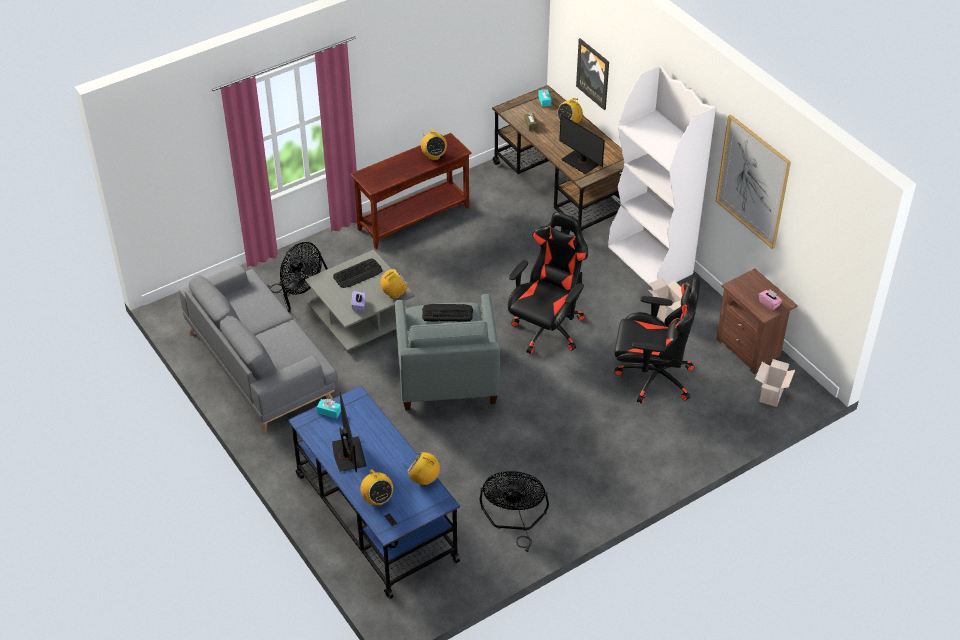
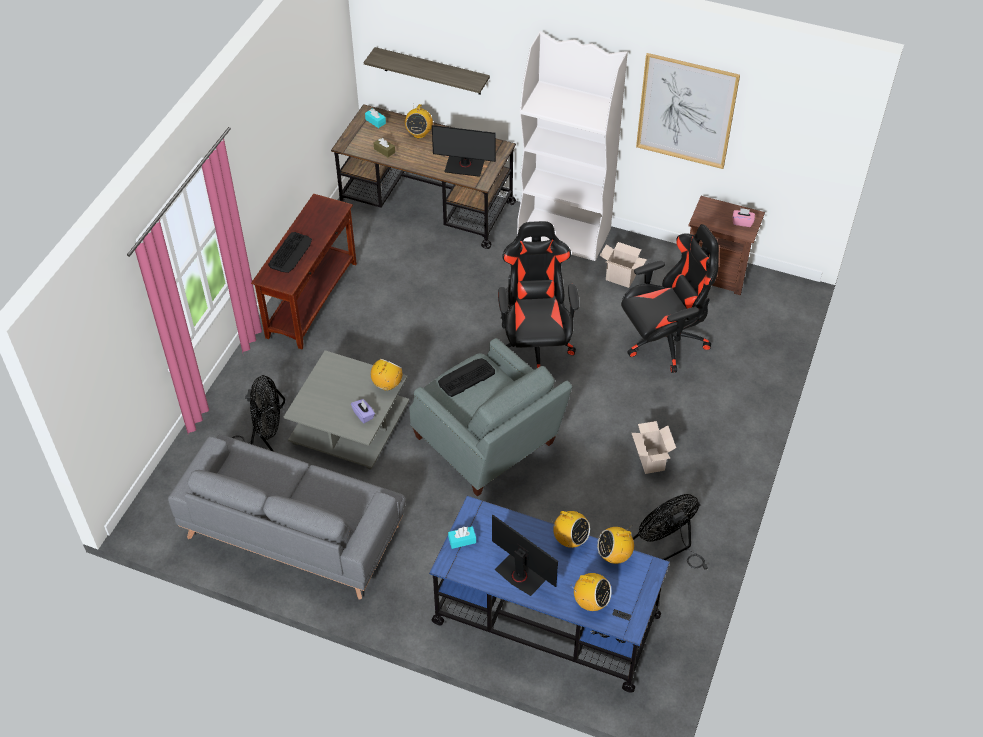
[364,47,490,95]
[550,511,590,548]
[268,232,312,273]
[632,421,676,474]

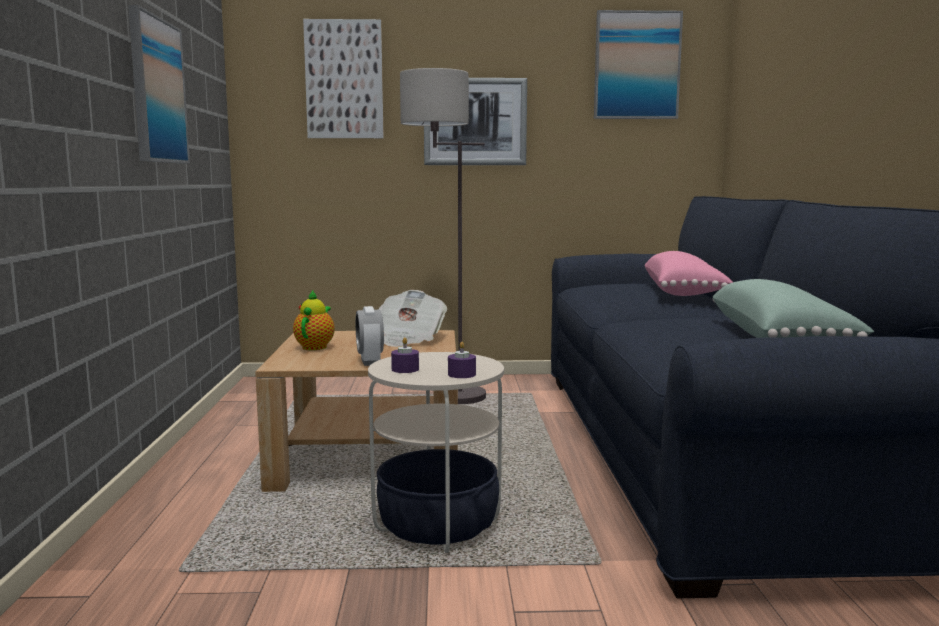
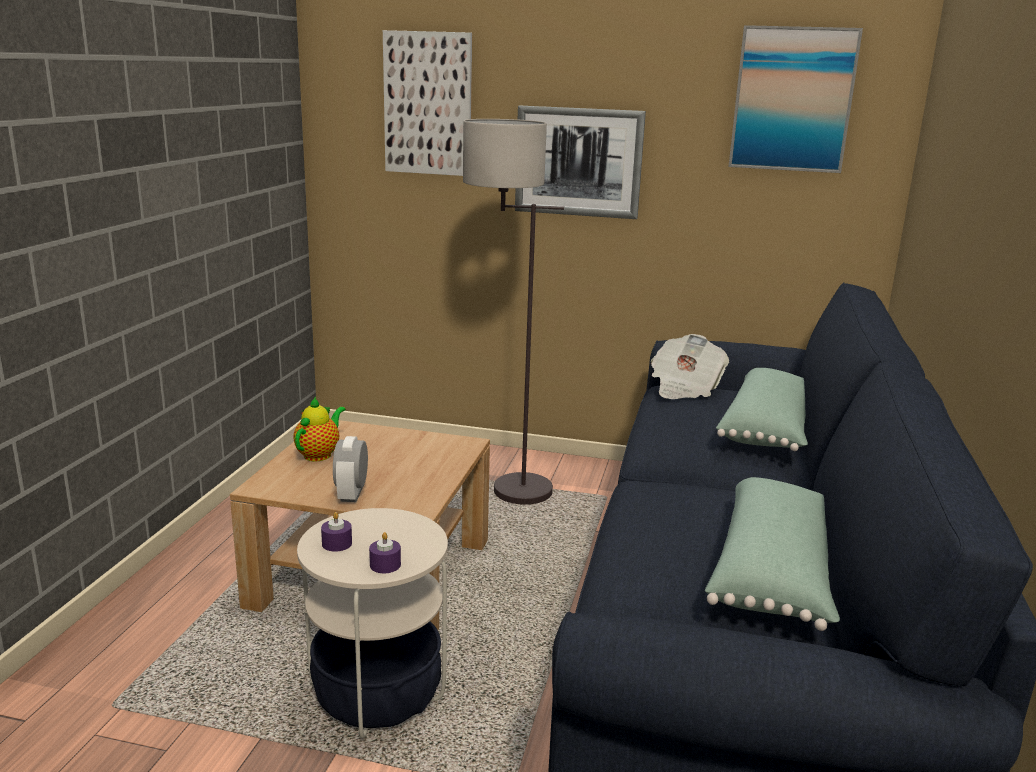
[128,5,190,164] (first image)
[716,368,808,451]
[651,334,729,399]

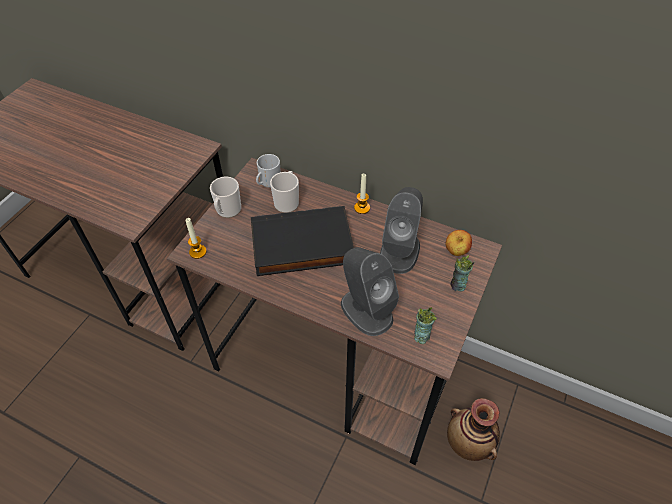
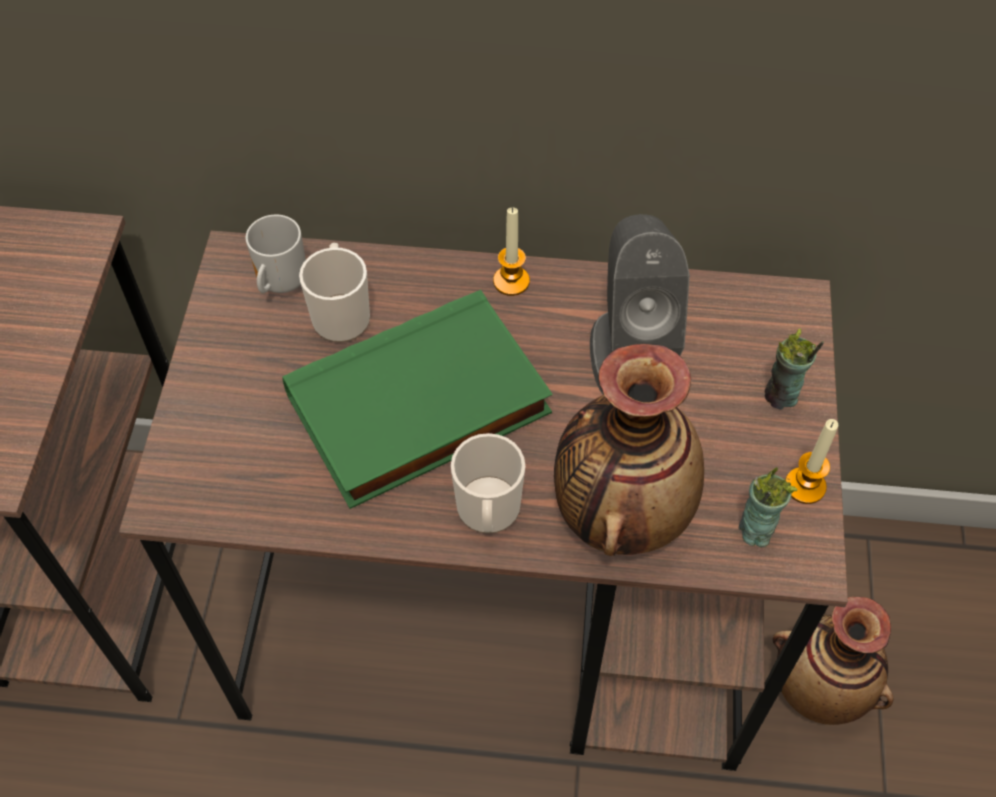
[451,433,525,534]
[282,290,553,509]
[785,419,838,504]
[446,230,472,256] (first image)
[554,344,704,556]

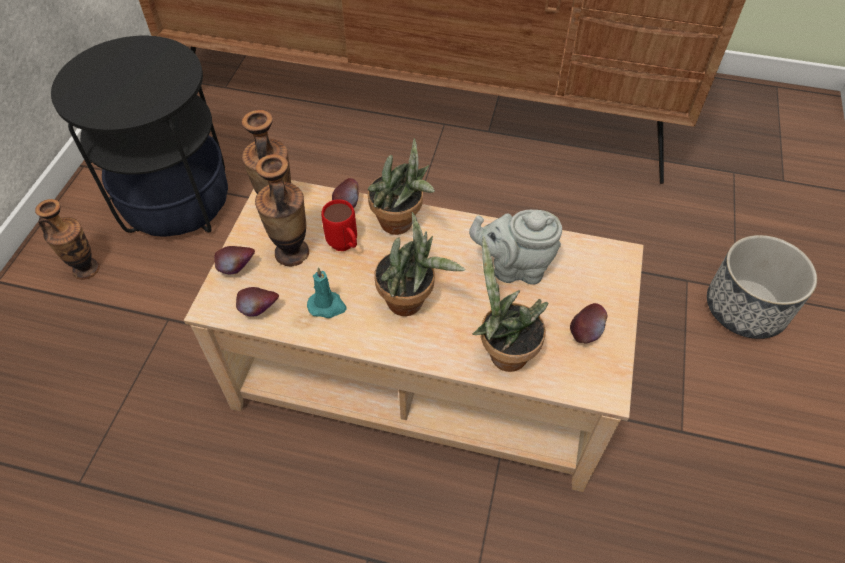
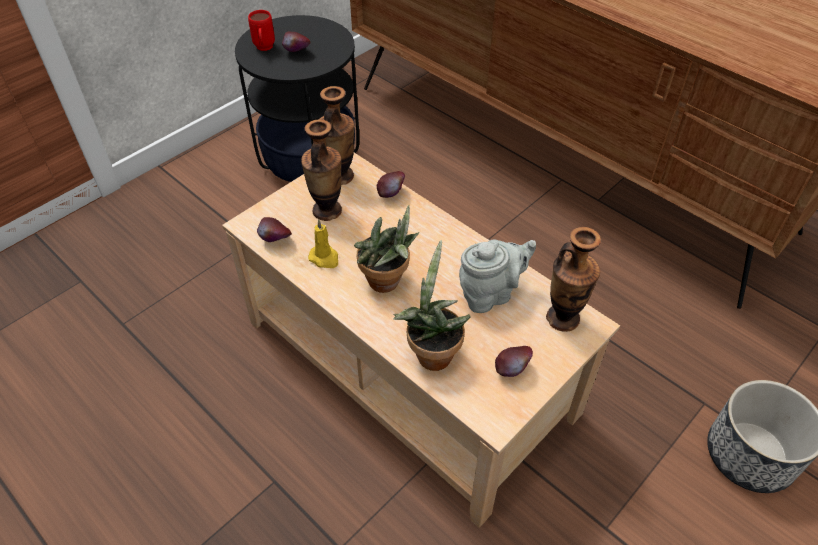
[368,138,435,235] (first image)
[546,227,601,332]
[248,10,275,51]
[459,239,536,313]
[282,32,310,52]
[308,219,338,268]

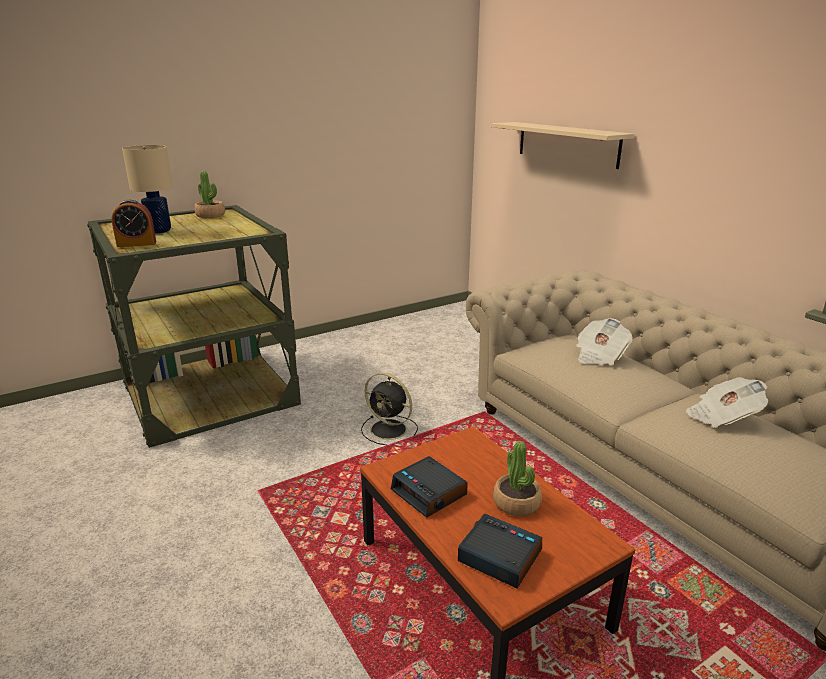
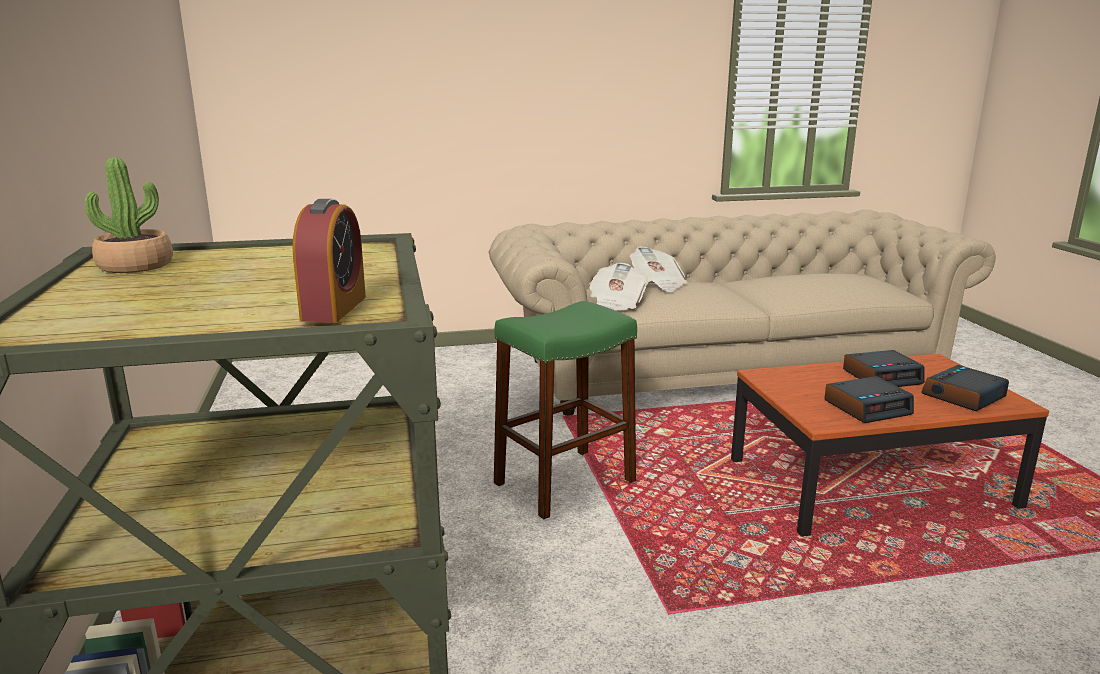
[491,122,635,169] (first image)
[122,145,173,234] (first image)
[494,301,637,519]
[589,263,648,311]
[843,350,925,387]

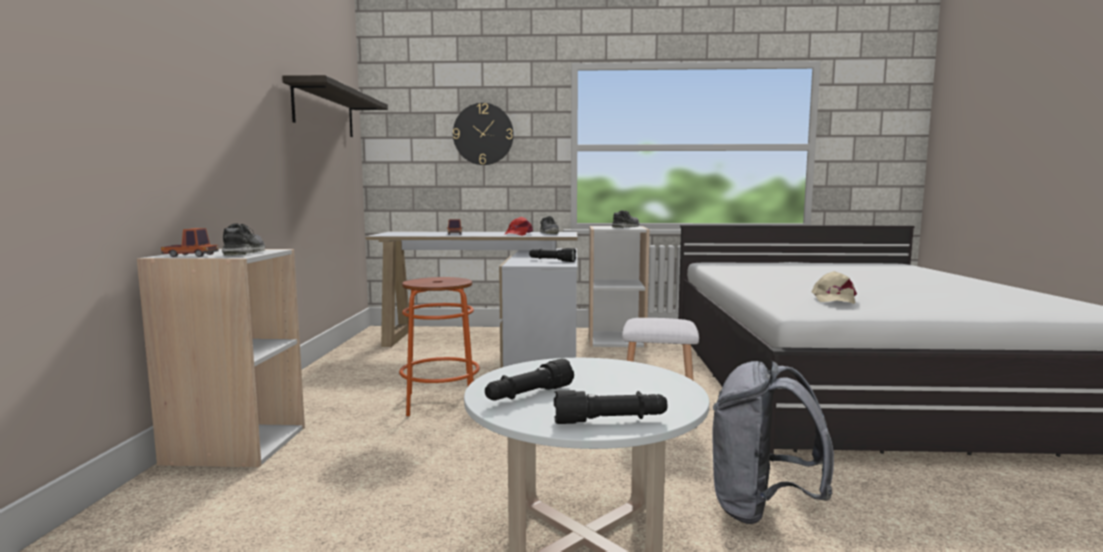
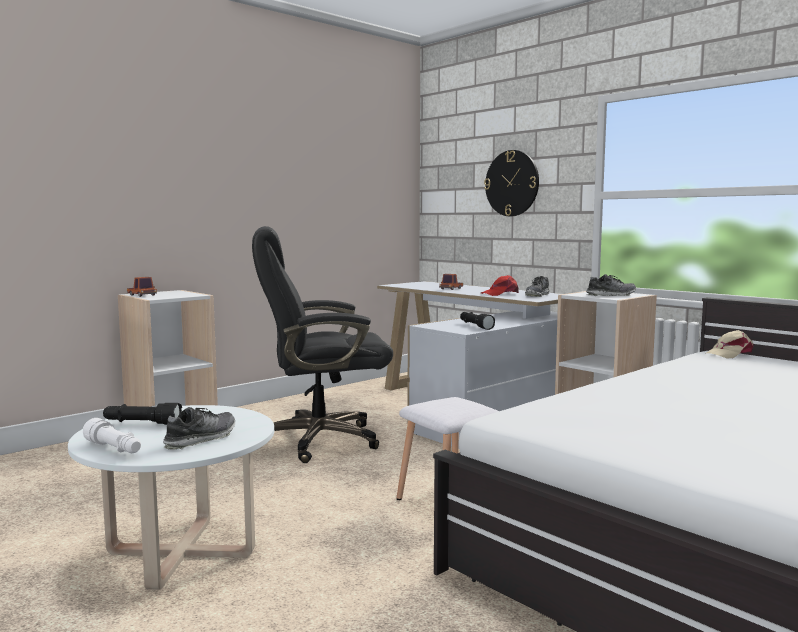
[282,75,388,137] (first image)
[163,407,235,450]
[707,330,754,359]
[252,226,393,463]
[712,361,834,524] (first image)
[83,418,141,453]

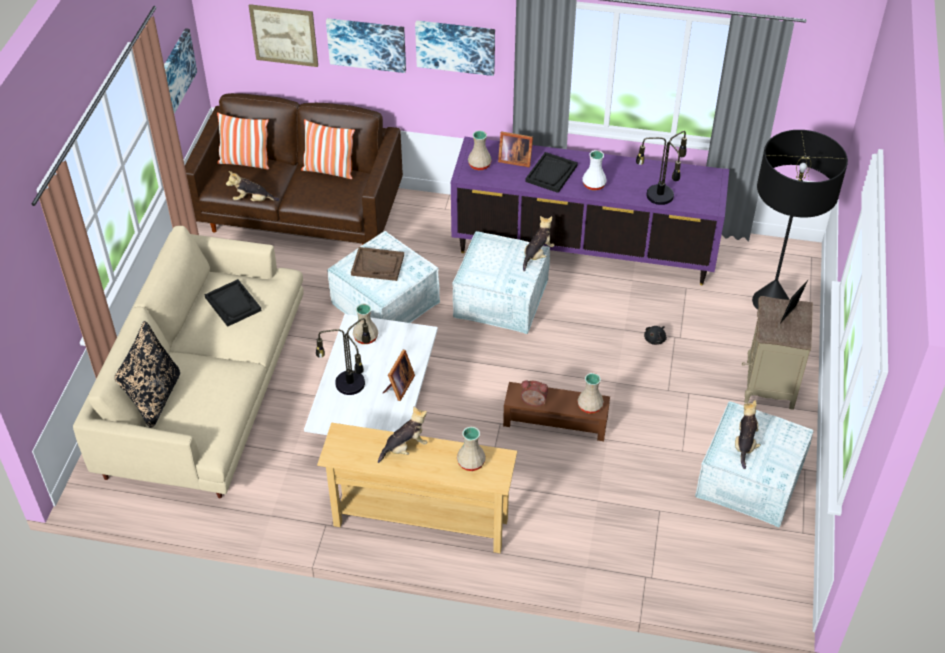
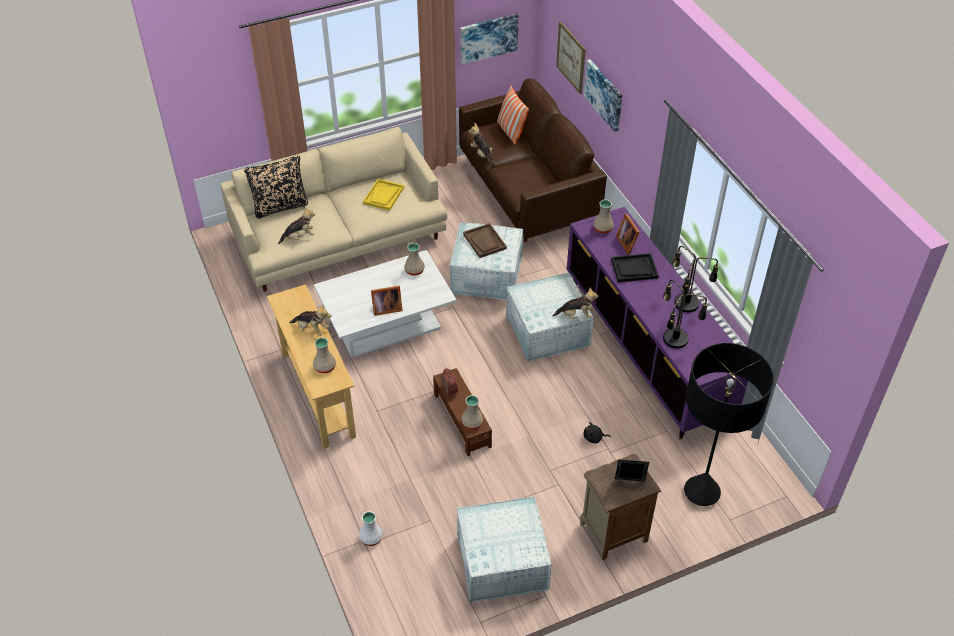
[415,20,495,76] (first image)
[301,119,355,179] (first image)
[359,511,383,546]
[363,179,404,211]
[672,246,719,312]
[278,207,315,244]

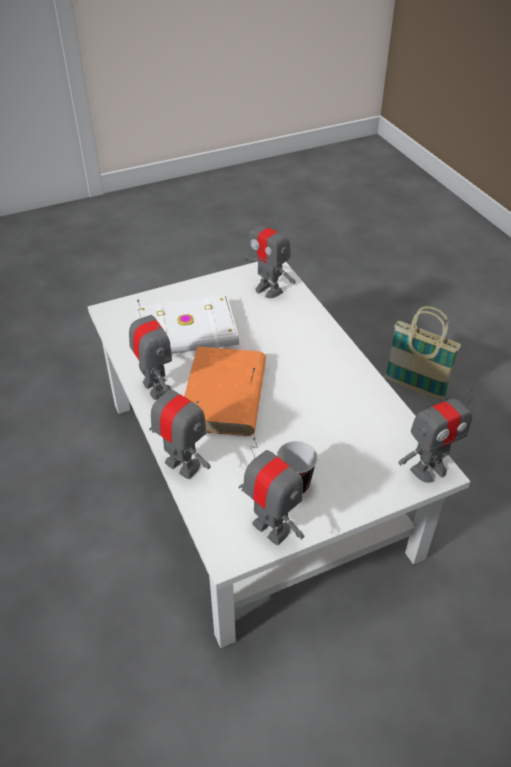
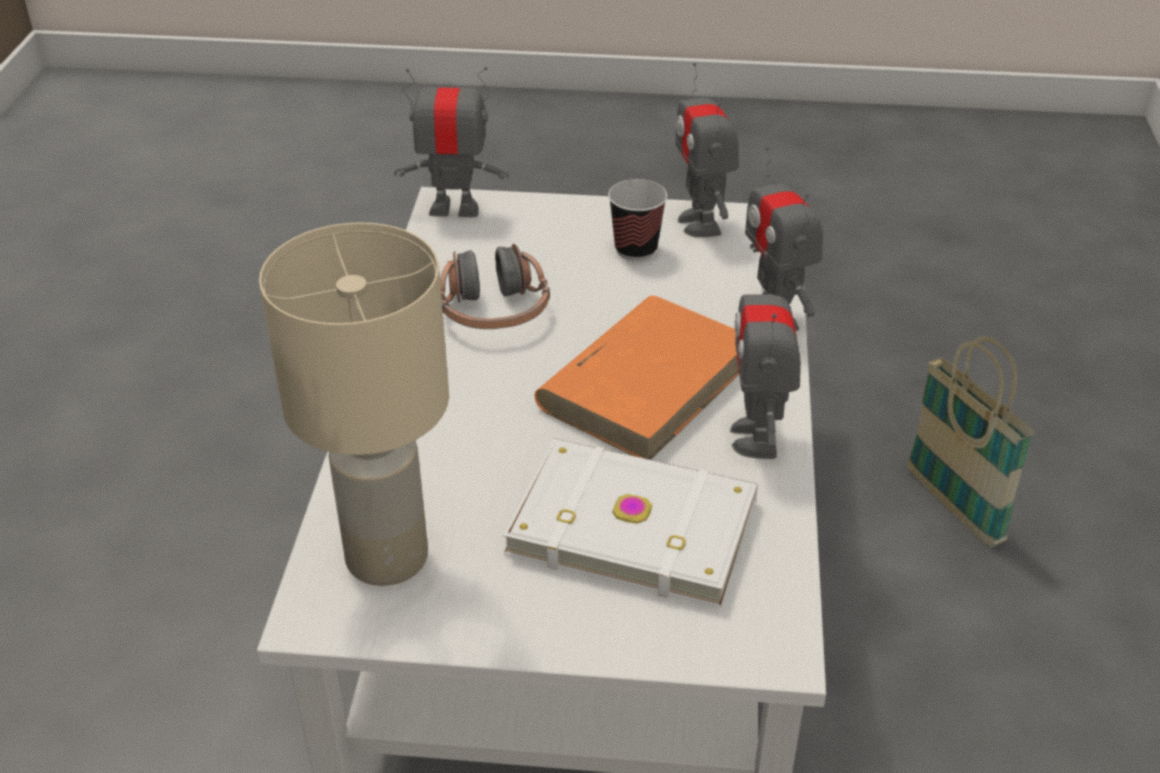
[259,222,449,586]
[907,336,1035,547]
[440,244,550,329]

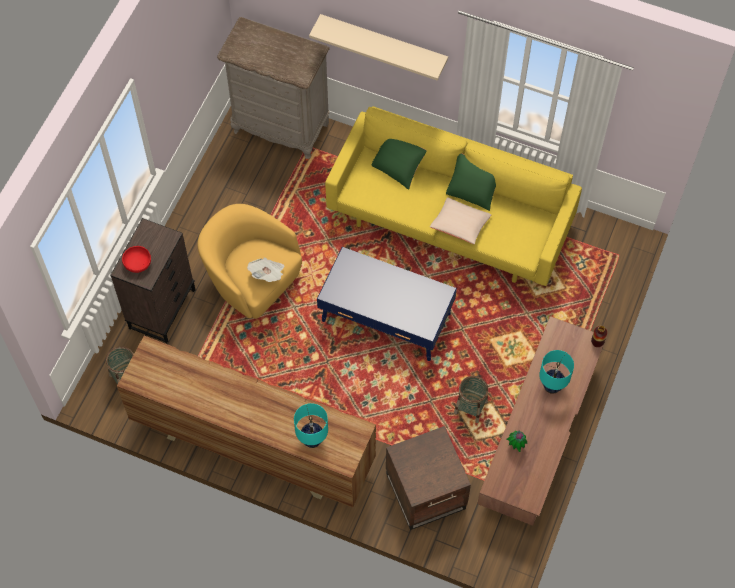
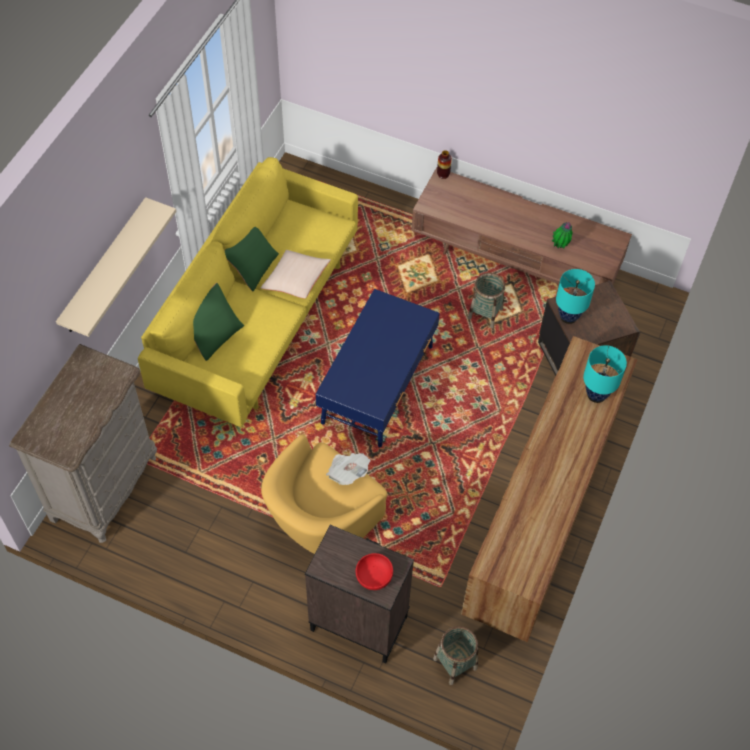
[556,269,595,324]

